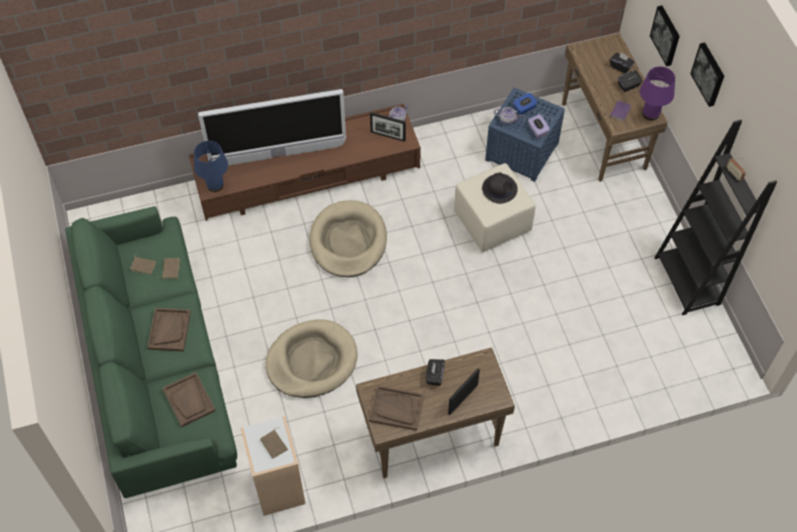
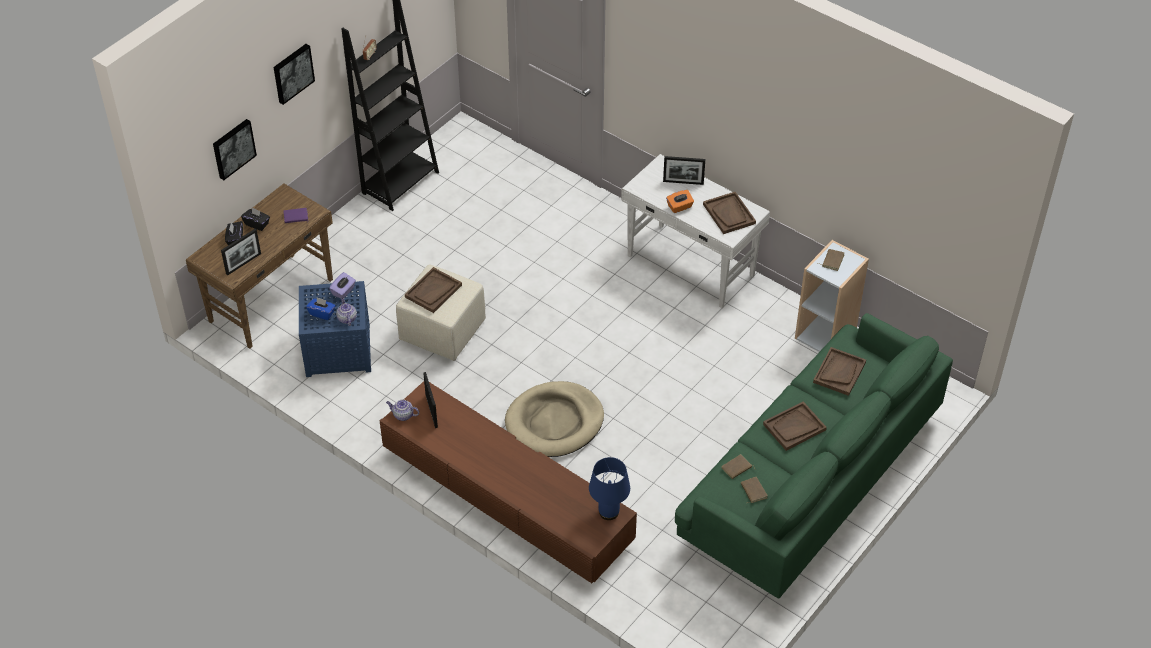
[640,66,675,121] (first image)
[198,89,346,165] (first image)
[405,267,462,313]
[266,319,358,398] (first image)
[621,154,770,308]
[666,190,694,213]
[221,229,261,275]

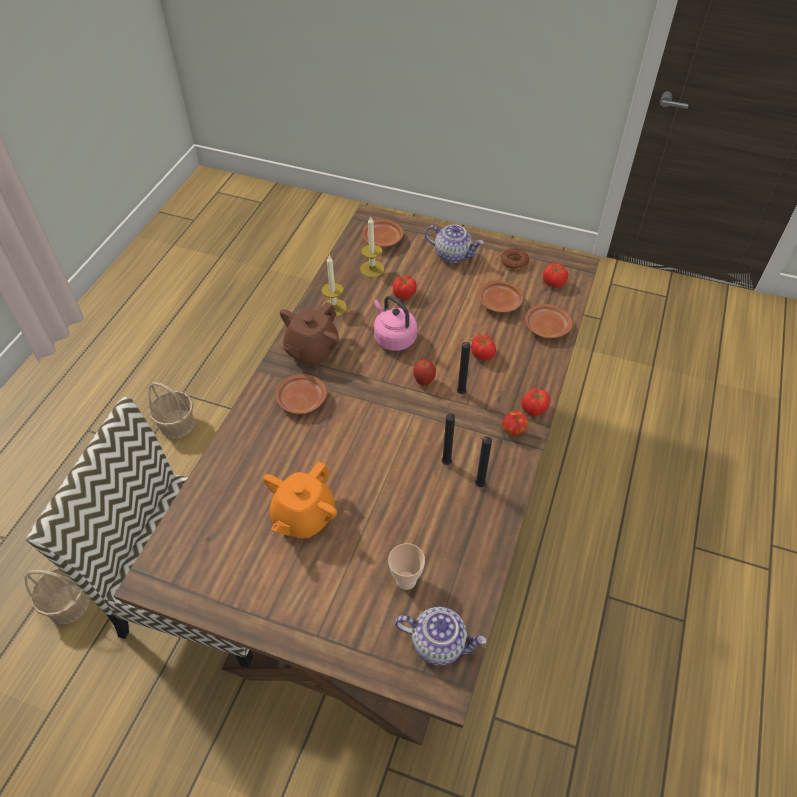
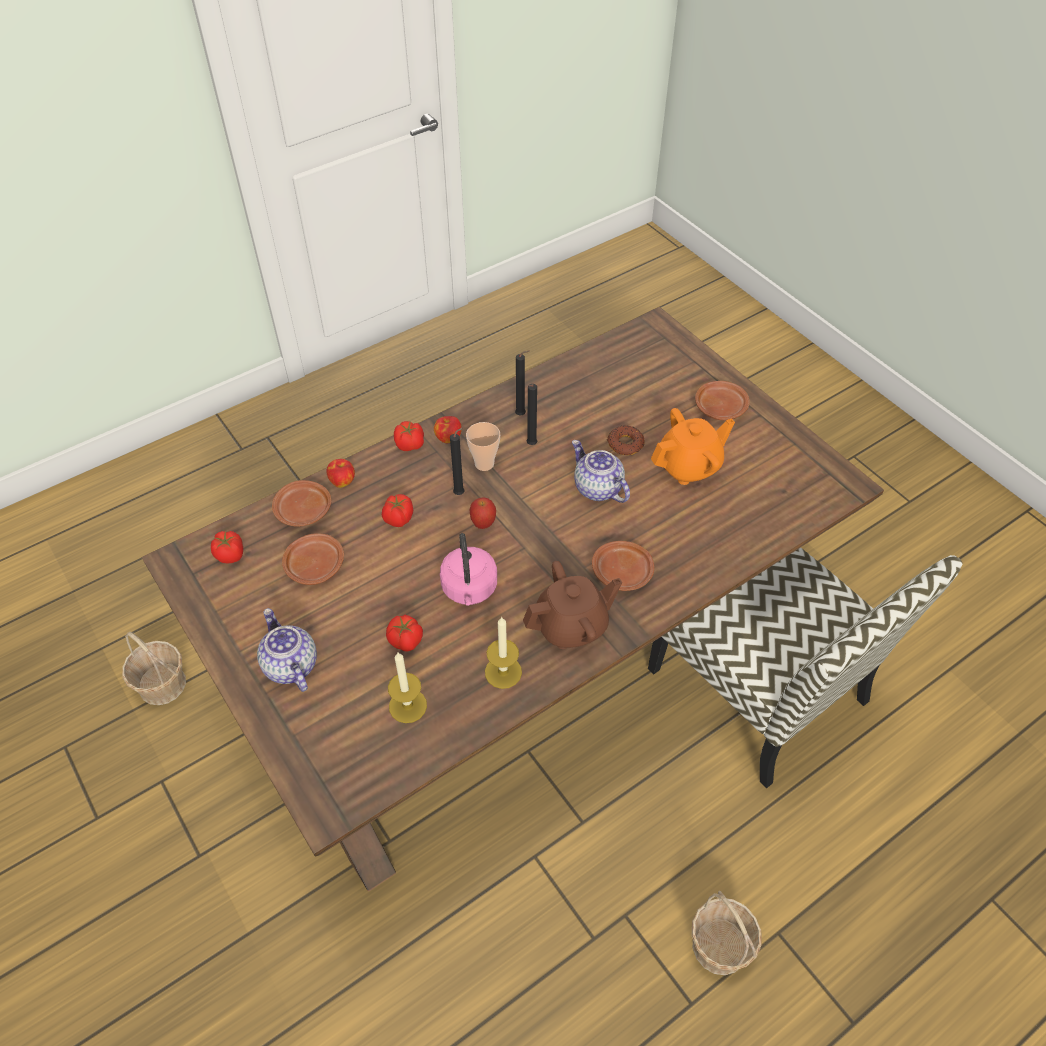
[695,381,750,420]
[607,426,645,455]
[466,422,500,471]
[122,632,186,705]
[572,440,630,503]
[326,459,355,488]

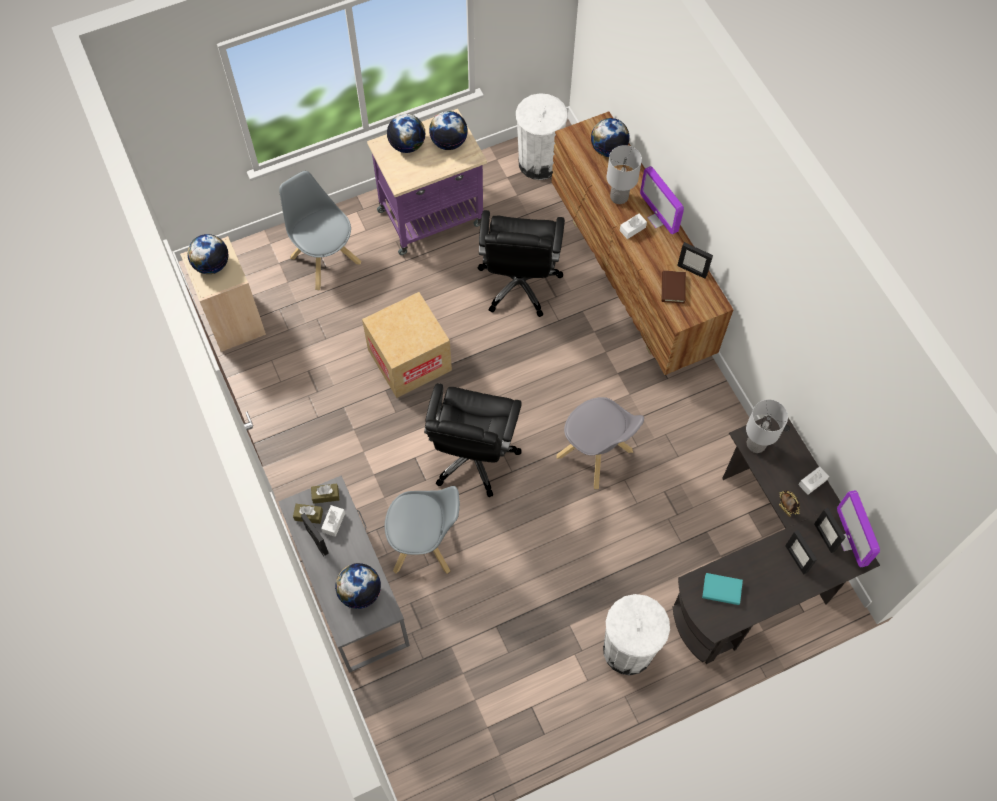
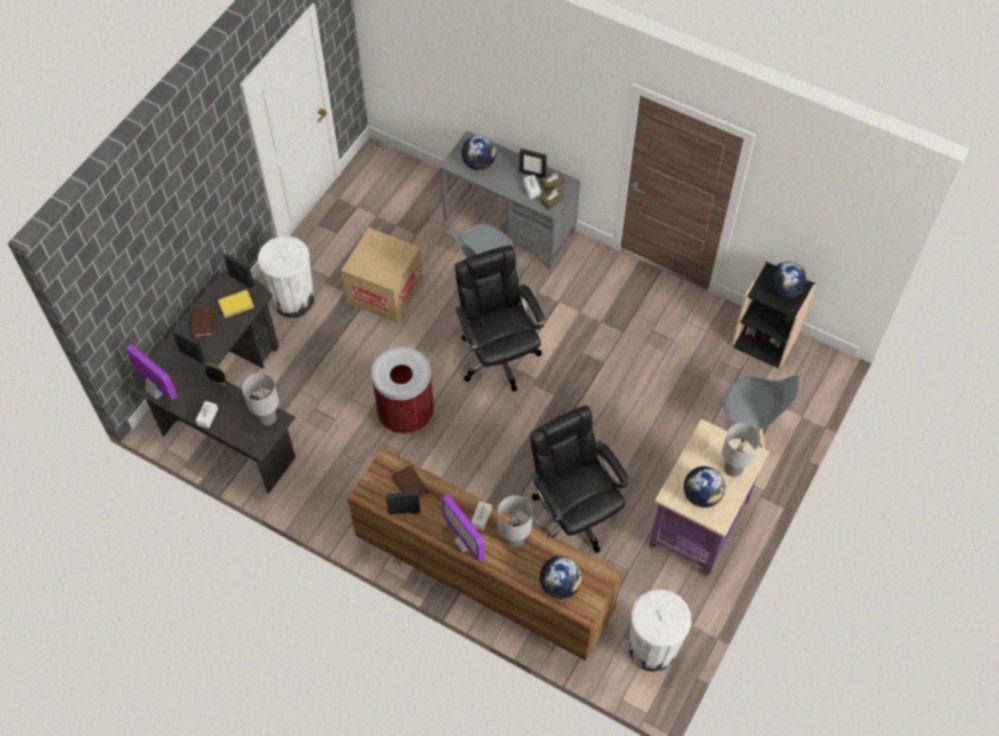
[722,423,761,477]
[441,494,485,562]
[731,261,816,369]
[341,227,423,323]
[371,347,434,434]
[224,254,254,289]
[218,290,254,318]
[191,308,214,338]

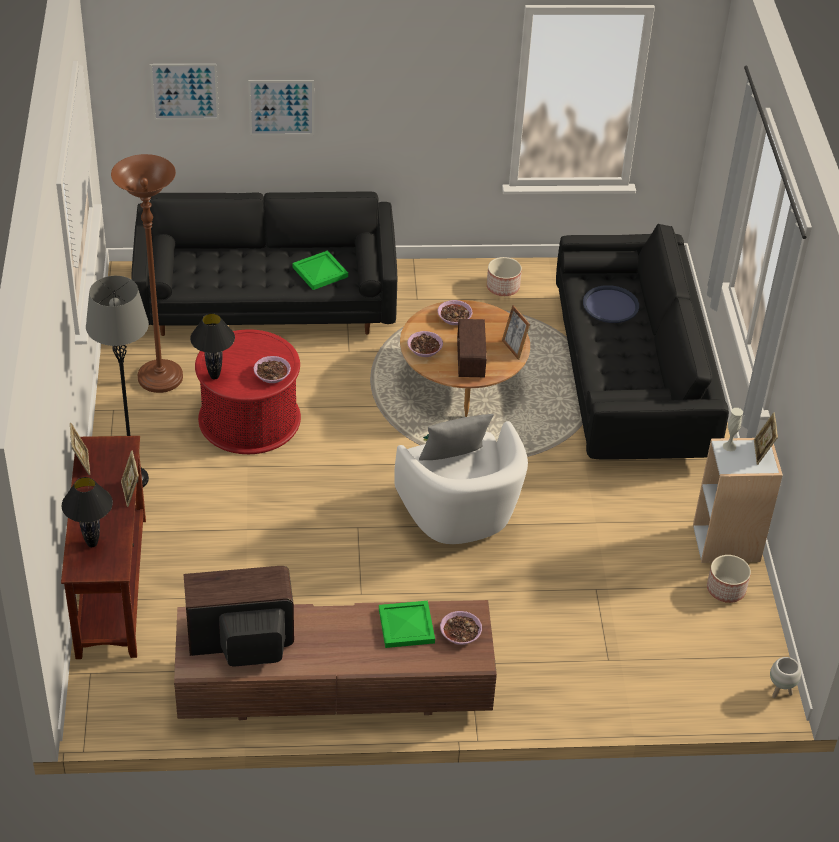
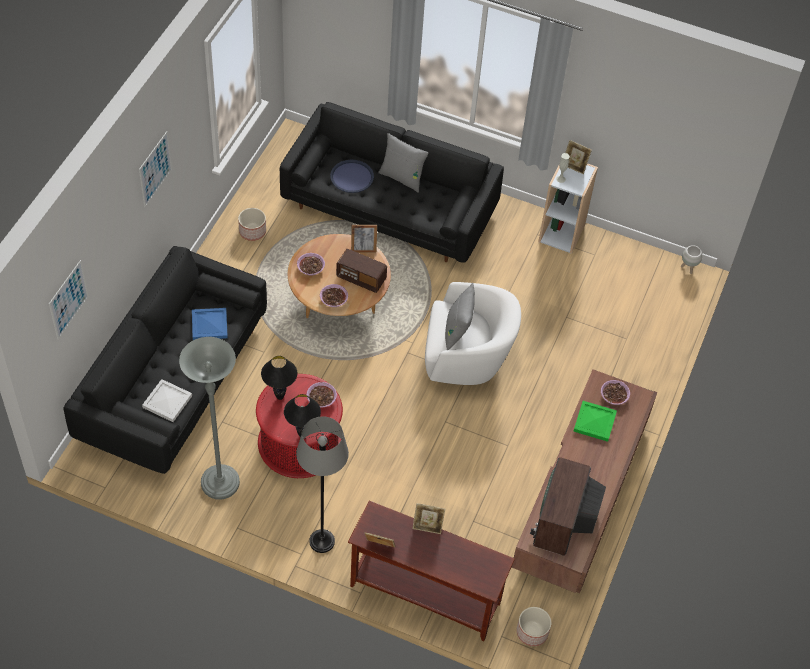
[139,131,172,207]
[179,337,240,500]
[192,308,228,340]
[261,356,297,400]
[517,607,551,646]
[378,133,429,193]
[142,379,192,422]

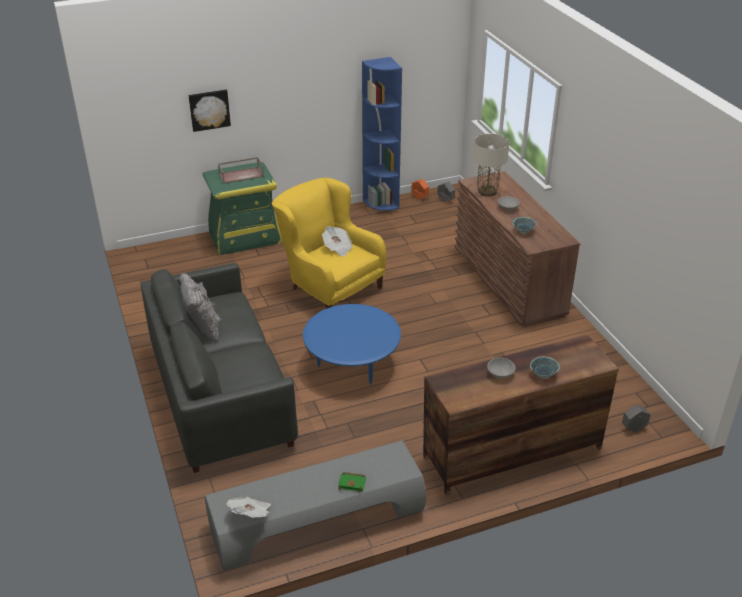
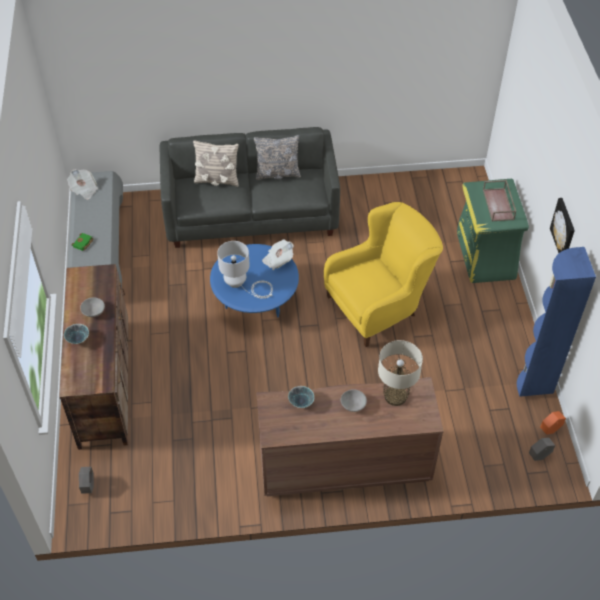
[550,198,575,253]
[262,240,294,270]
[193,140,239,187]
[217,241,273,299]

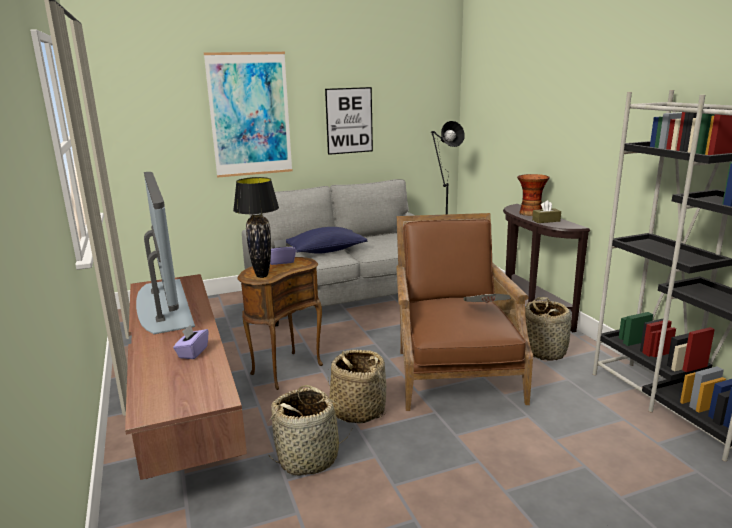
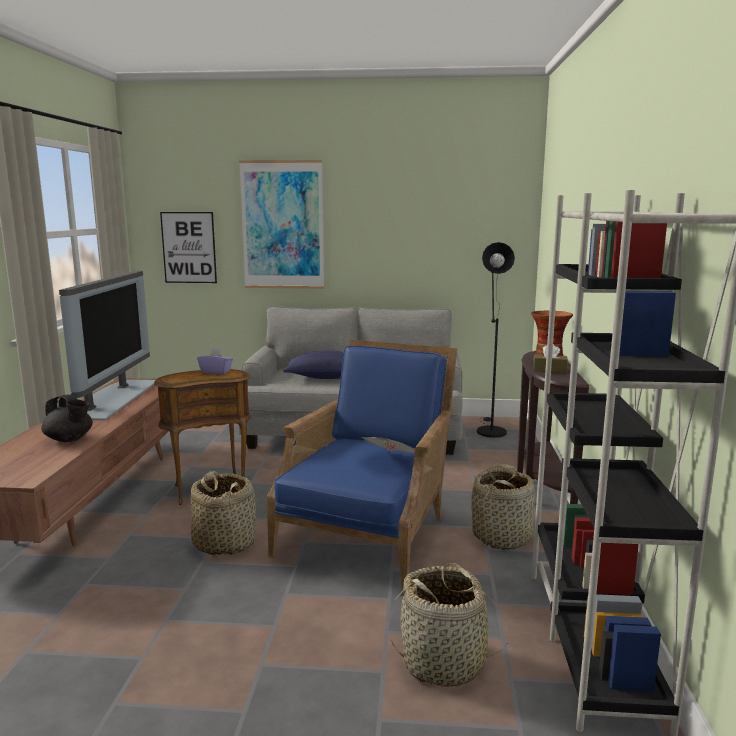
[160,212,217,283]
[233,177,279,278] (first image)
[267,339,457,587]
[41,394,93,442]
[391,563,510,687]

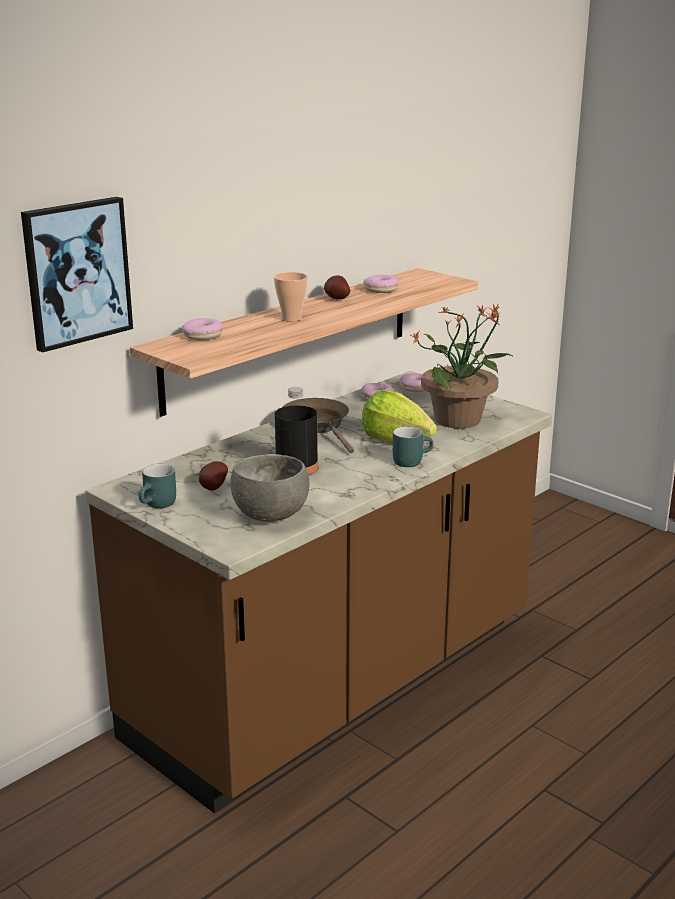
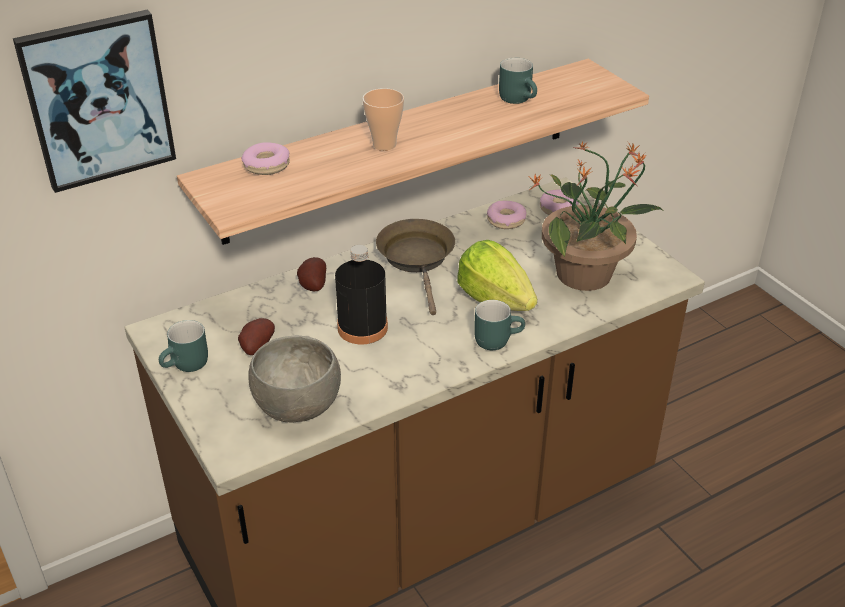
[297,257,326,291]
[499,58,537,104]

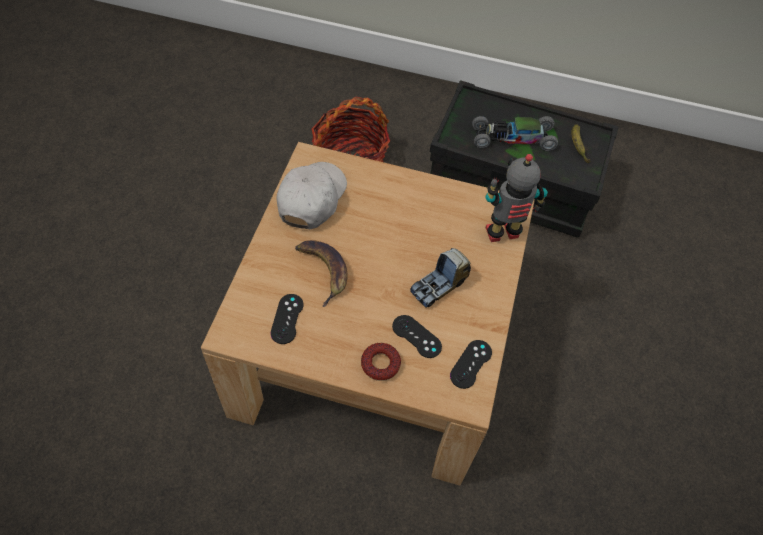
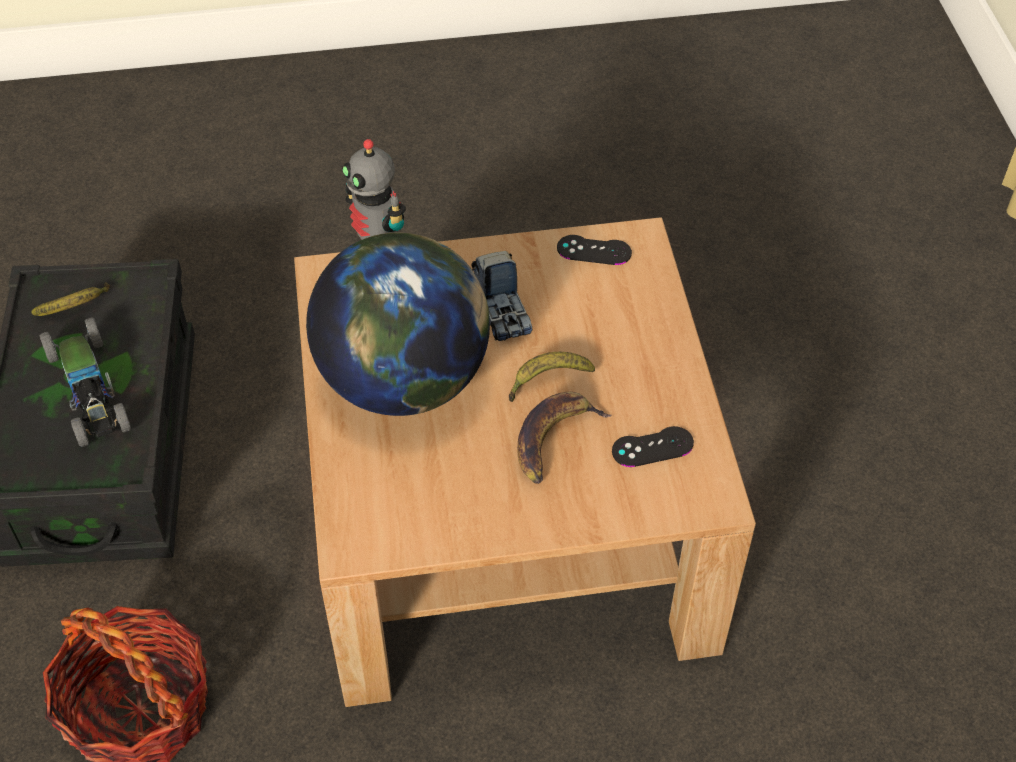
[276,162,347,229] (first image)
[471,251,532,341]
[392,315,442,358] (first image)
[361,343,401,381] (first image)
[306,233,490,416]
[509,352,595,402]

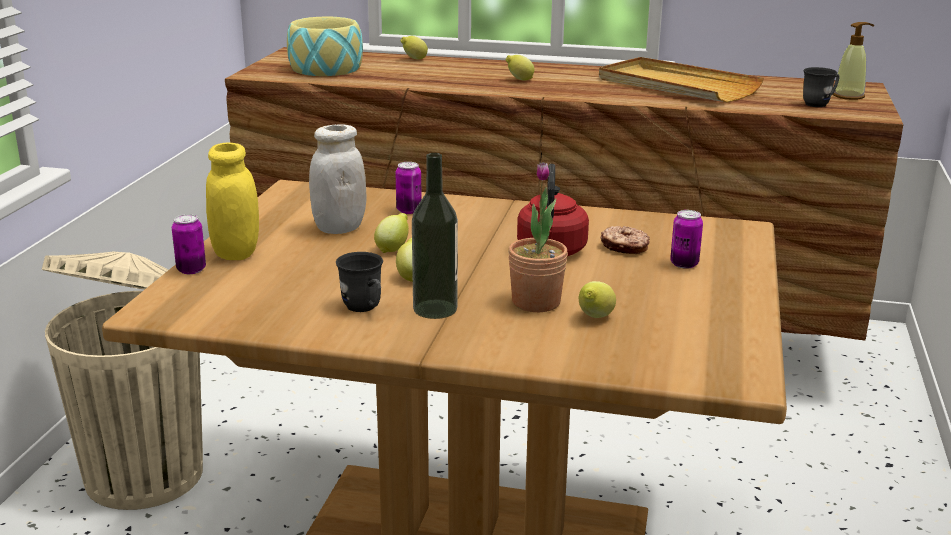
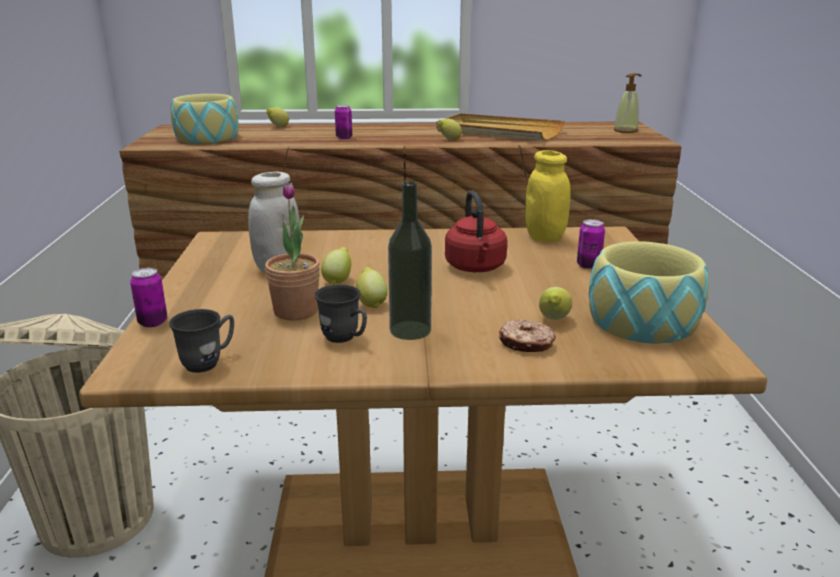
[438,119,462,140]
[169,309,234,373]
[525,150,571,242]
[335,105,352,139]
[265,182,320,320]
[499,319,556,352]
[589,241,709,344]

